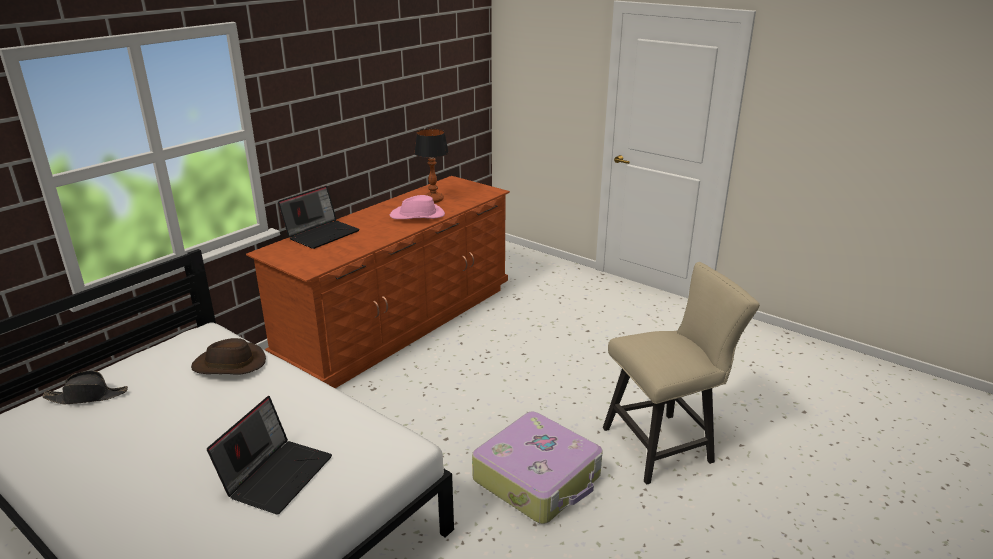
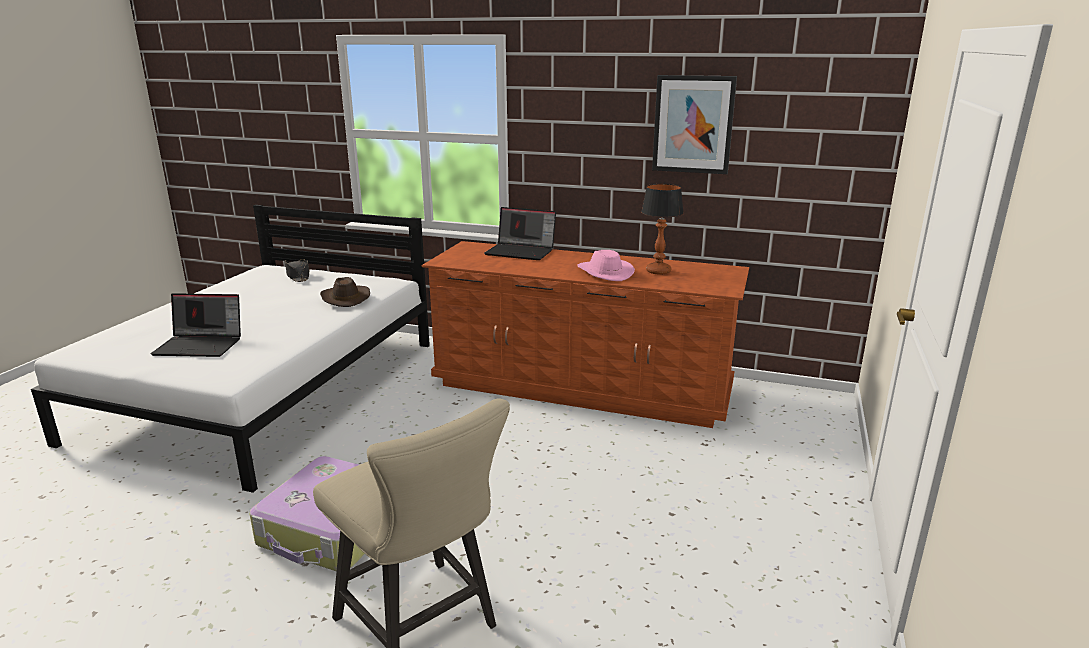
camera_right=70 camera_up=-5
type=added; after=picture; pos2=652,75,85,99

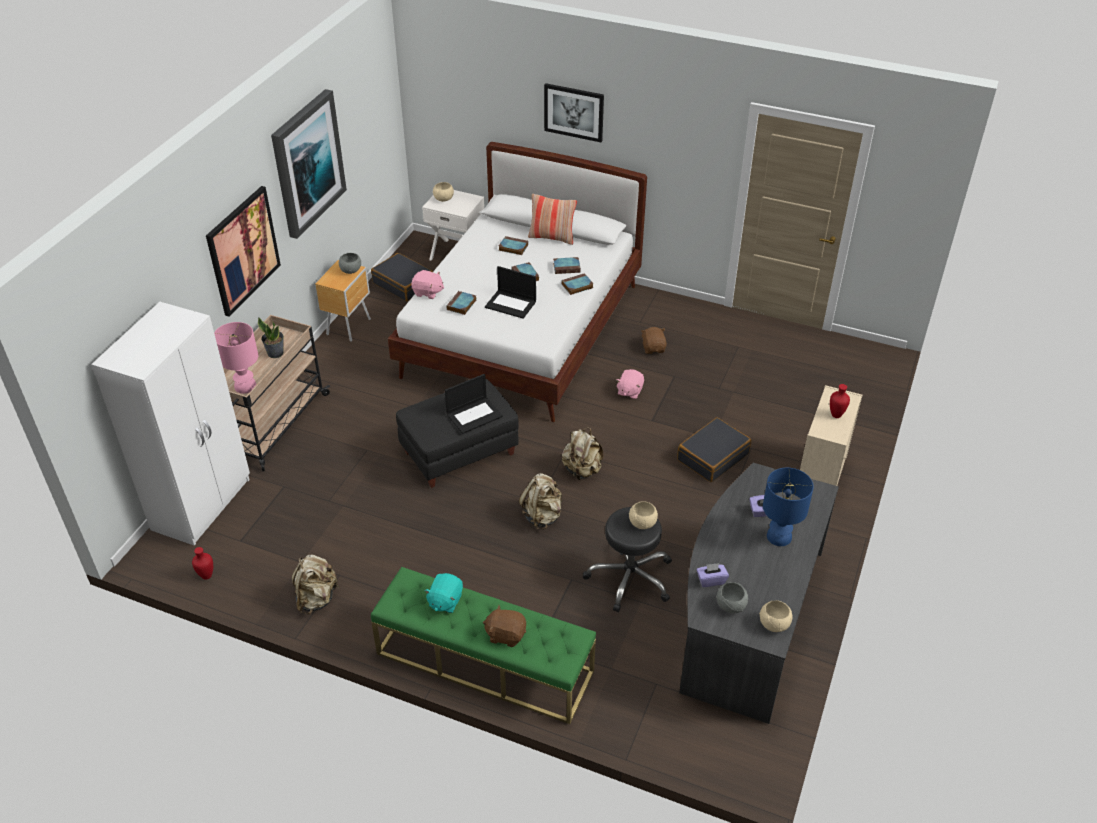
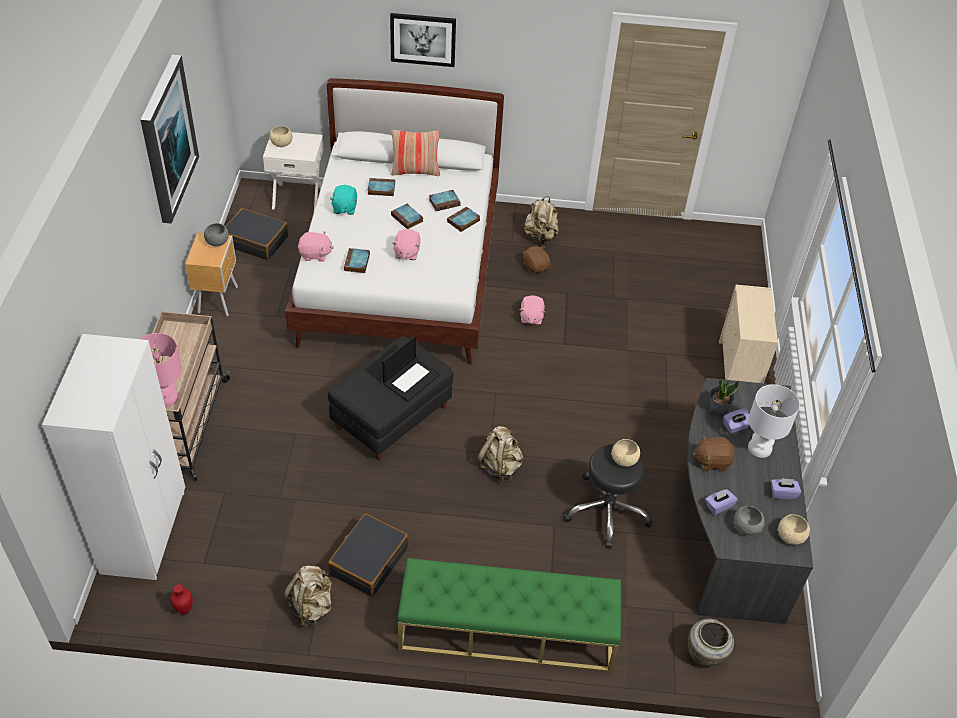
camera_right=-20 camera_up=5
type=removed; before=picture; pos1=206,186,75,130
type=moved; before=potted plant; pos1=258,317,26,41; pos2=709,379,30,38
type=moved; before=cuddly toy (blue-green); pos1=424,573,39,40; pos2=330,185,27,30
type=moved; before=cuddly toy (brownish); pos1=483,605,43,42; pos2=693,435,41,36
type=replaced; before=portable computer; after=cuddly toy (pinkish); pos1=485,266,51,53; pos2=392,229,29,31
type=moved; before=knapsack (beige); pos1=561,428,42,52; pos2=523,196,36,48
type=moved; before=piece of luggage (black); pos1=677,418,74,64; pos2=328,513,80,84
type=recoloured; before=table lamp (blue-coloured); after=table lamp (whitish); pos1=763,468,51,78; pos2=748,384,52,74
type=removed; before=flower vase (red); pos1=830,384,20,34
type=added; after=flower vase (beige); pos2=688,619,46,48
type=added; after=tissue box (purple-coloured); pos2=771,478,30,22

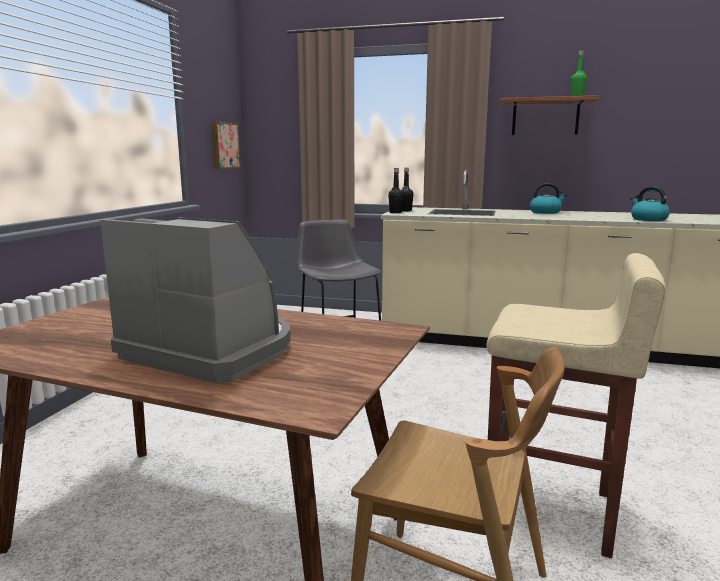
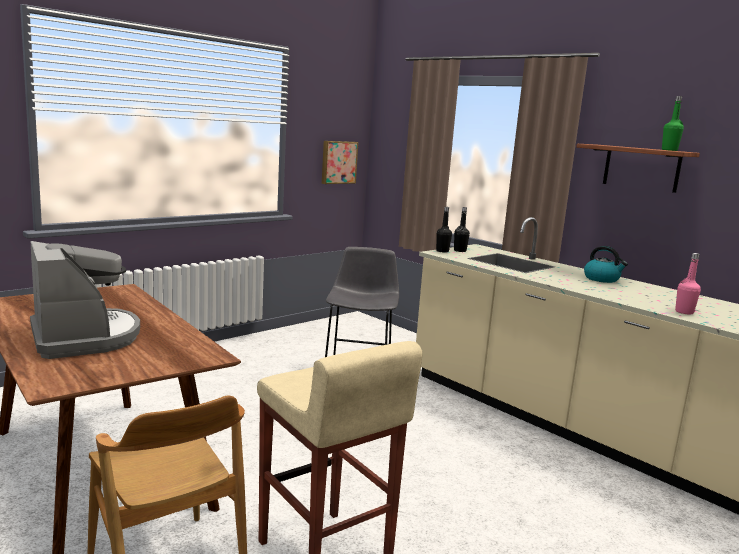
camera_right=30 camera_up=0
type=replaced; before=kettle; after=bottle (pinkish); pos1=630,187,40,34; pos2=675,253,26,61

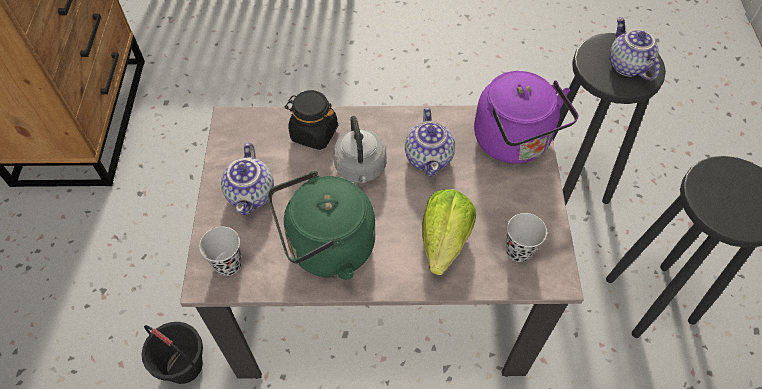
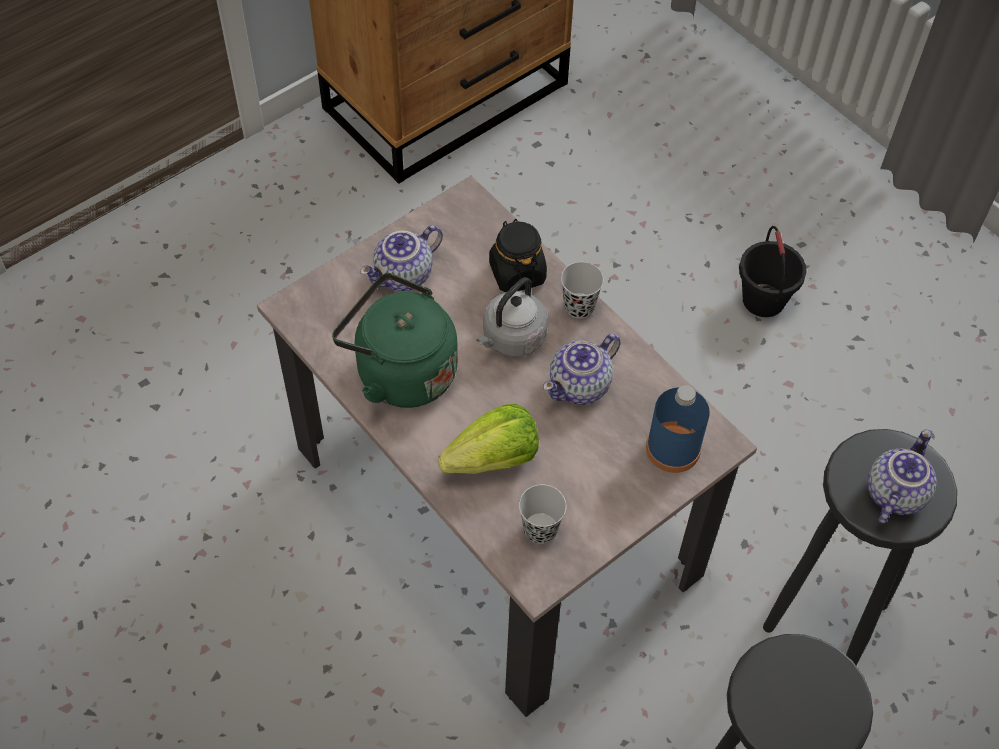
camera_right=50 camera_up=0
type=moved; before=bucket (black); pos1=141,322,62,62; pos2=739,226,67,91
type=moved; before=small cup (black); pos1=199,226,43,50; pos2=561,262,43,57
type=replaced; before=kettle (purple-coloured); after=bottle (blue-coloured); pos1=474,71,104,93; pos2=646,385,64,88

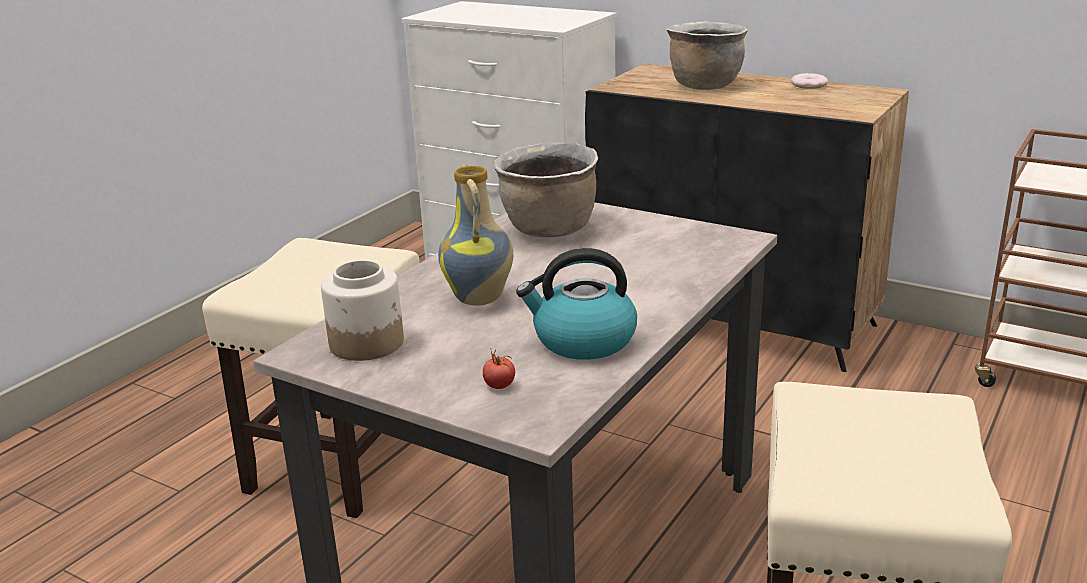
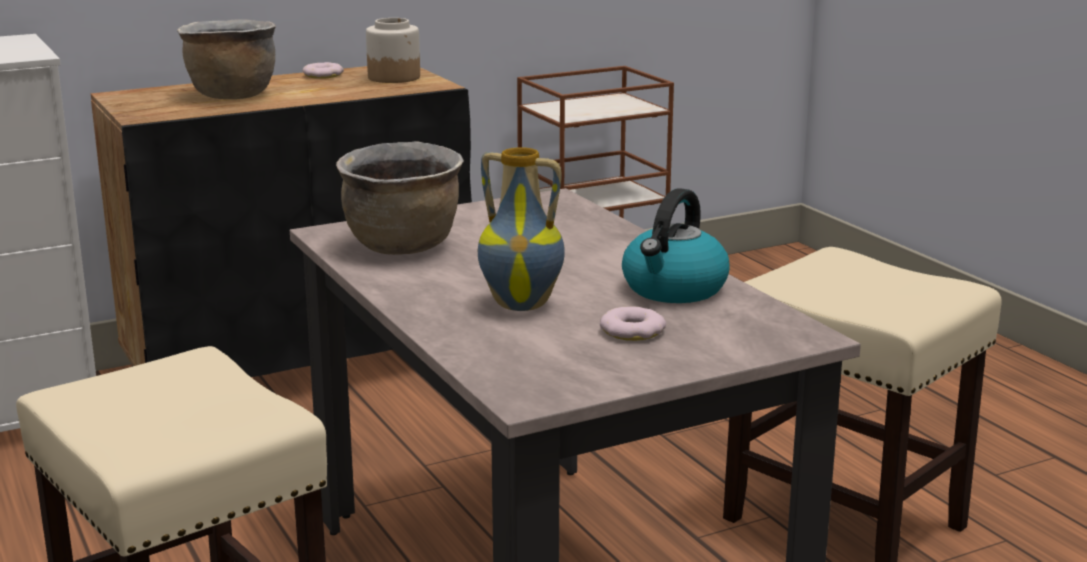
camera_right=-60 camera_up=-5
type=moved; before=storage jar; pos1=321,260,83,101; pos2=366,18,54,65
type=removed; before=fresh tomato; pos1=483,350,32,39
type=added; after=ring doughnut; pos2=600,306,66,35

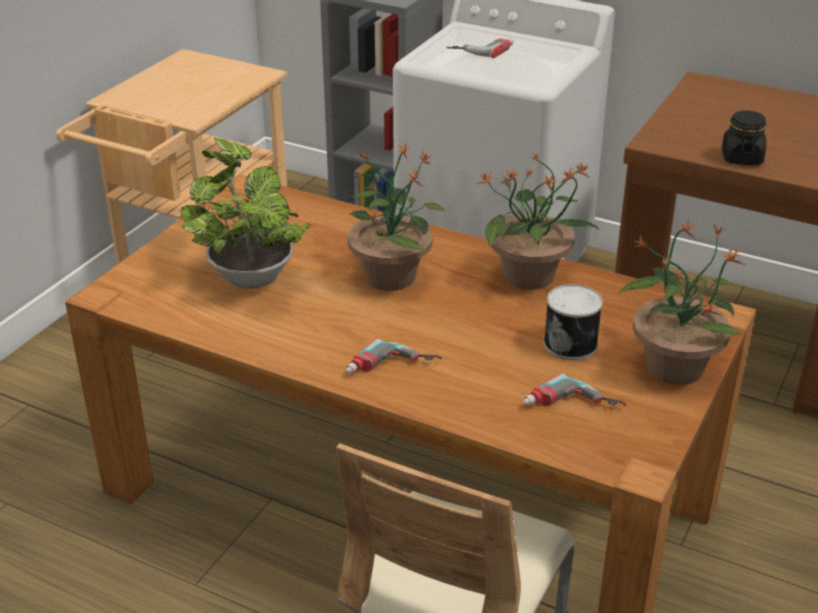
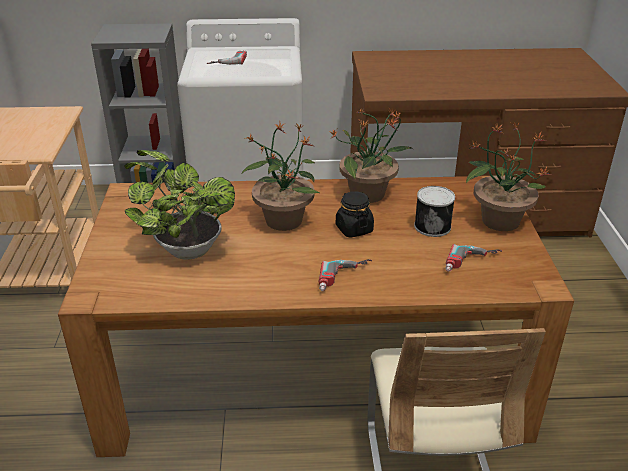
camera_right=-30 camera_up=0
type=moved; before=storage jar (black); pos1=722,110,44,55; pos2=336,191,38,47

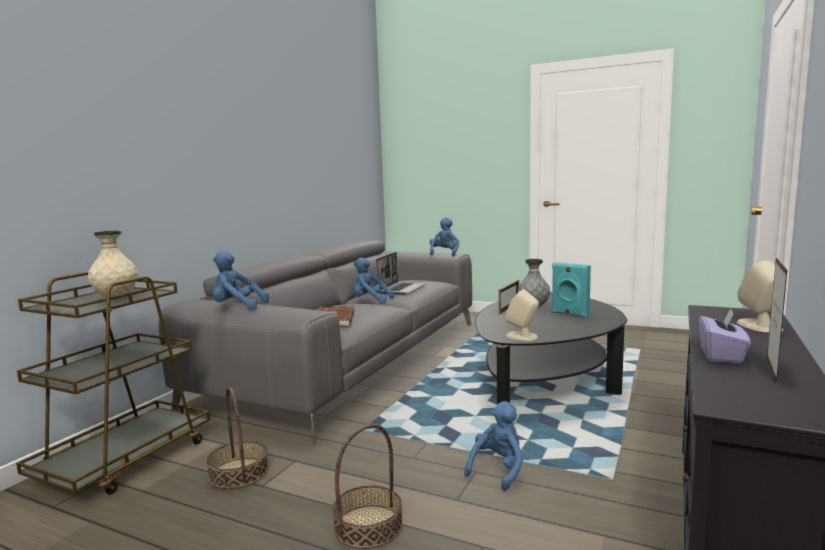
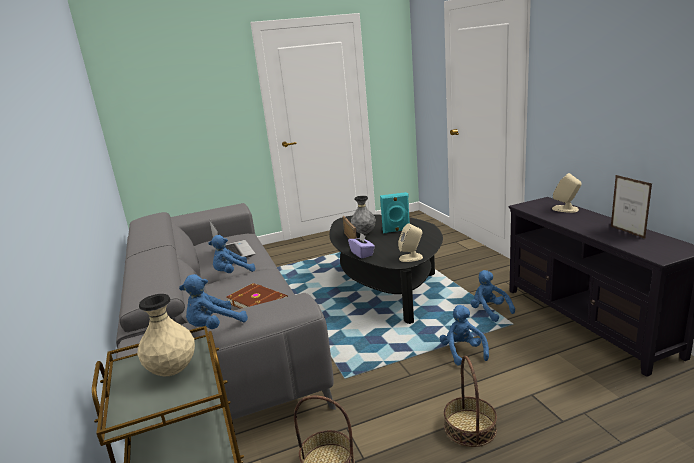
camera_right=-45 camera_up=10
type=moved; before=cuddly toy (blue-coloured); pos1=430,217,29,40; pos2=470,270,45,52
type=moved; before=tissue box (purple-coloured); pos1=699,308,52,55; pos2=348,233,27,25

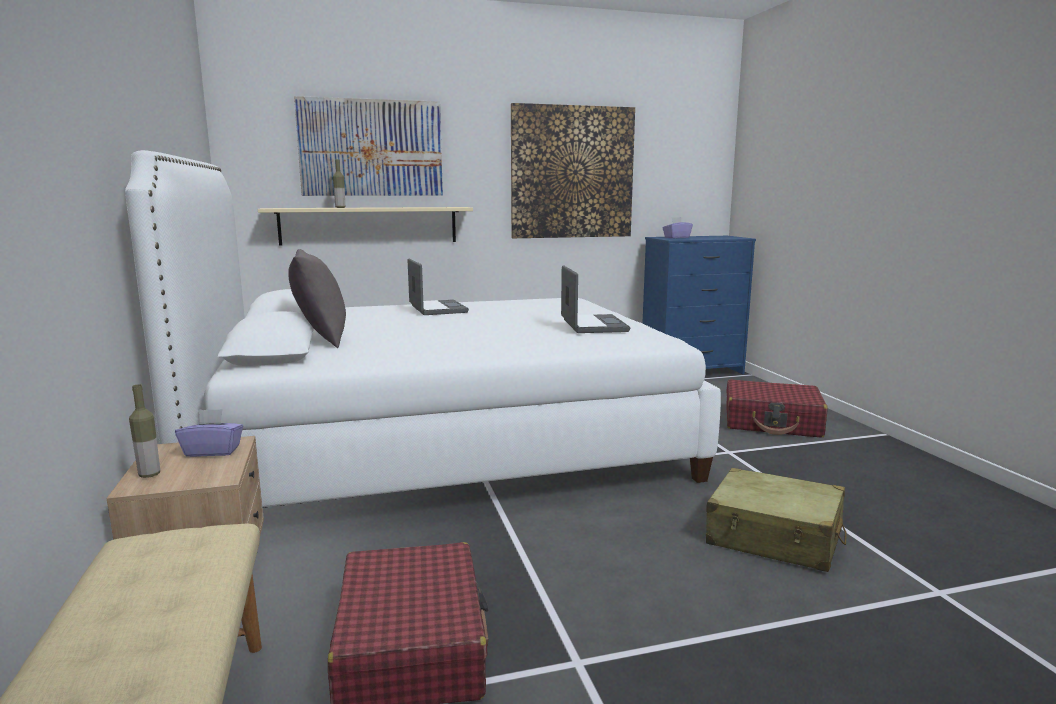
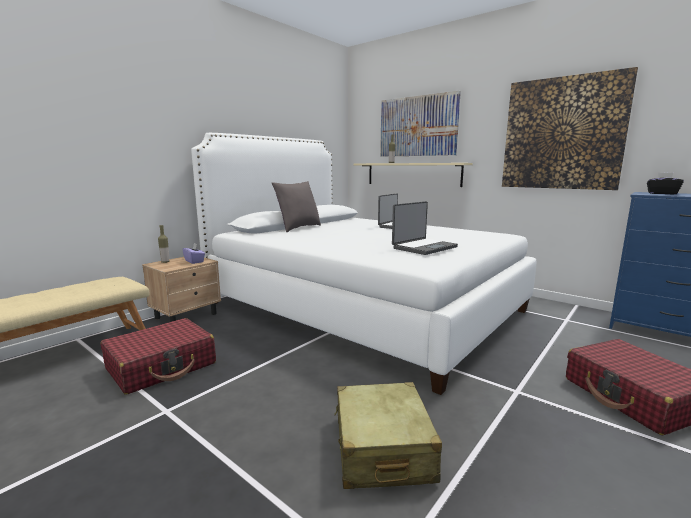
camera_right=55 camera_up=0
type=recoloured; before=tissue box (purple-coloured); after=tissue box (black); pos1=662,217,31,21; pos2=647,173,37,21

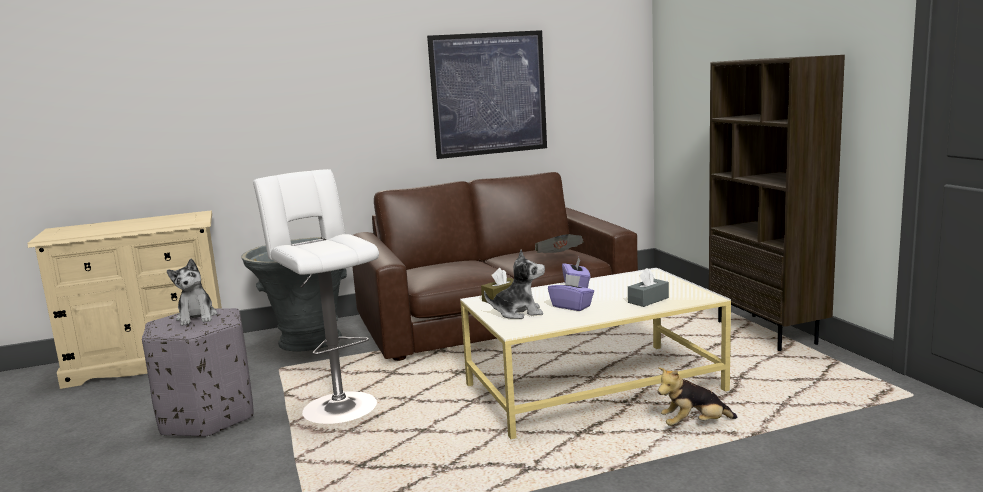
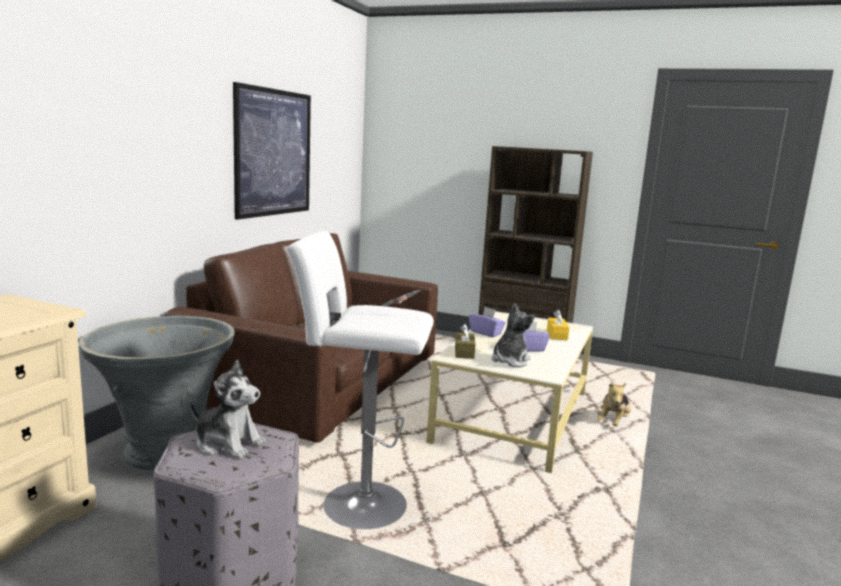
camera_right=-50 camera_up=0
type=recoloured; before=tissue box (grey); after=tissue box (yellow-coloured); pos1=628,268,41,39; pos2=547,309,22,31

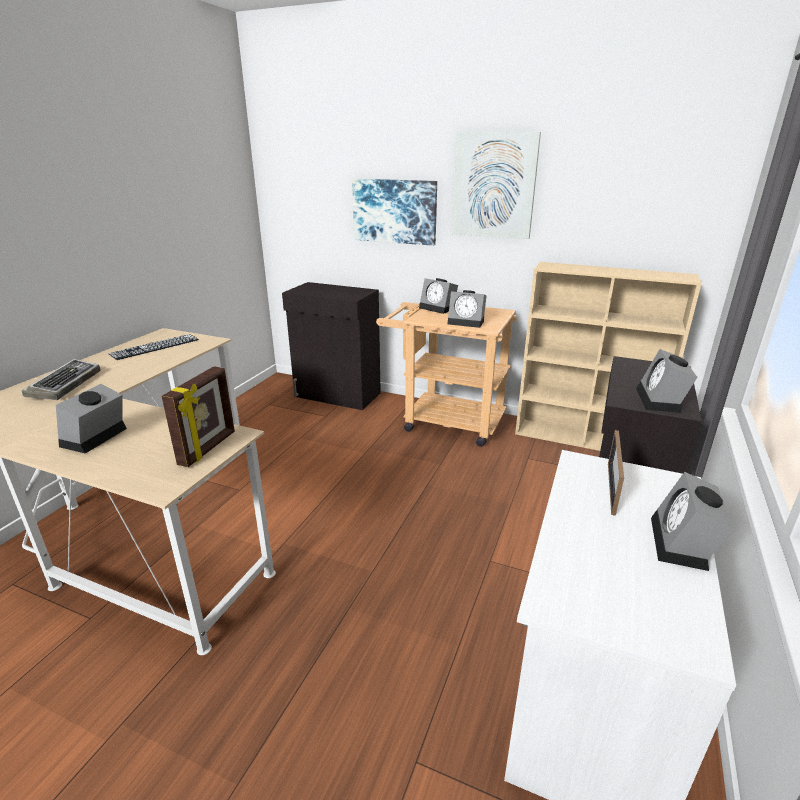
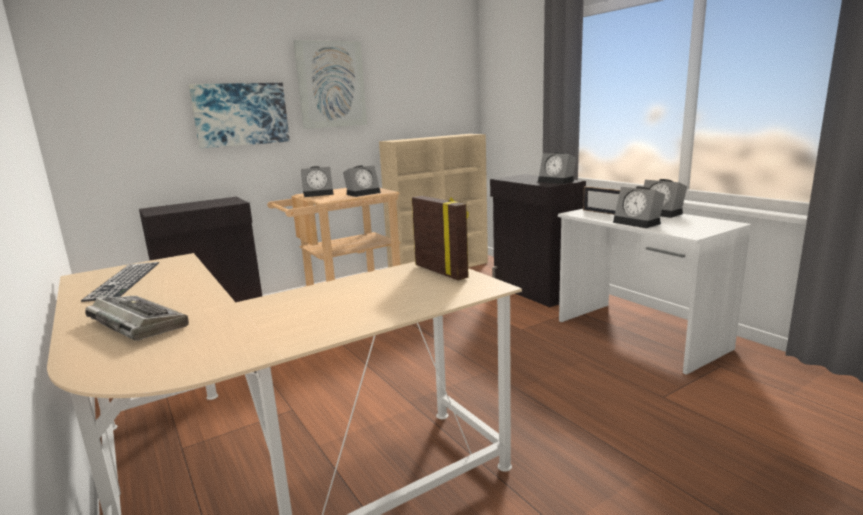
camera_right=-55 camera_up=-10
type=moved; before=bedside clock; pos1=56,384,71,69; pos2=613,186,53,42

